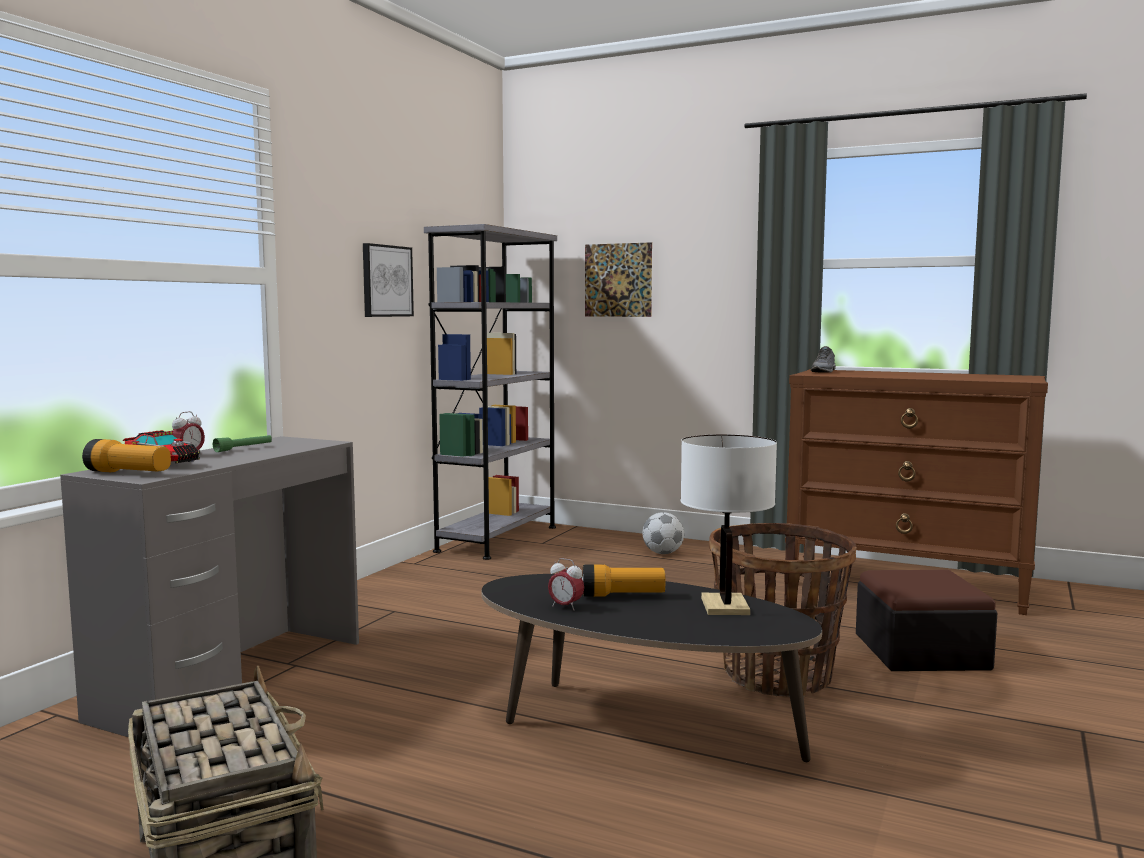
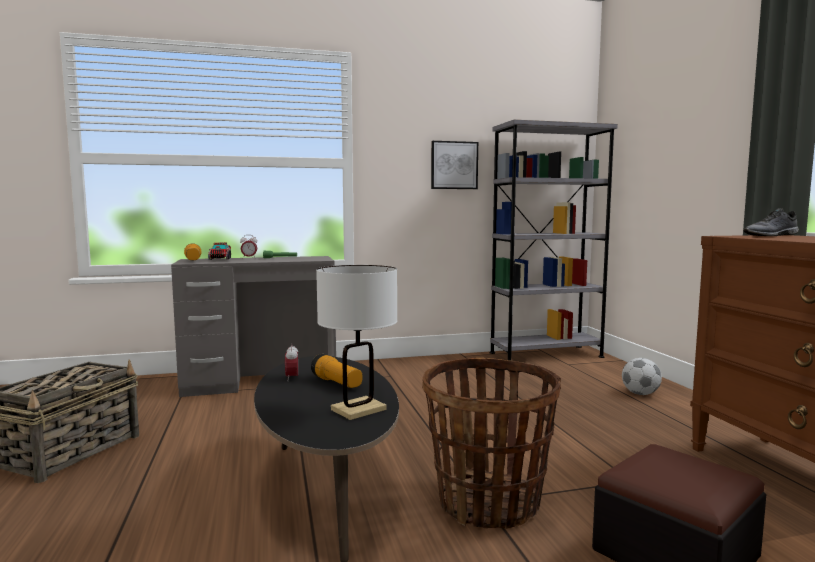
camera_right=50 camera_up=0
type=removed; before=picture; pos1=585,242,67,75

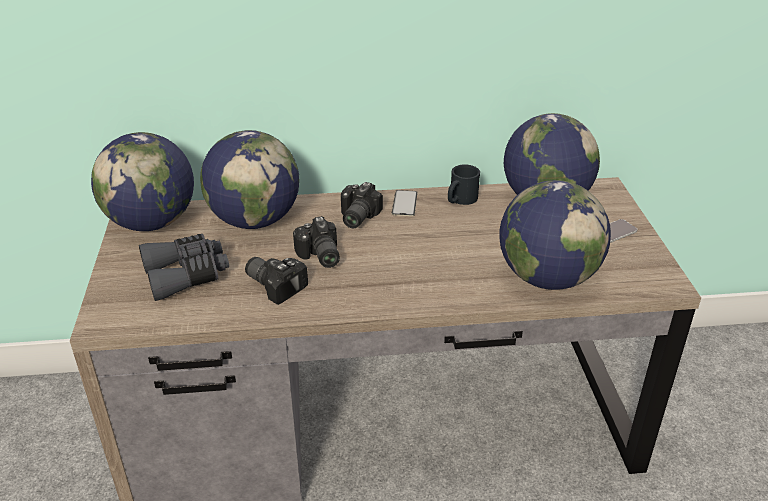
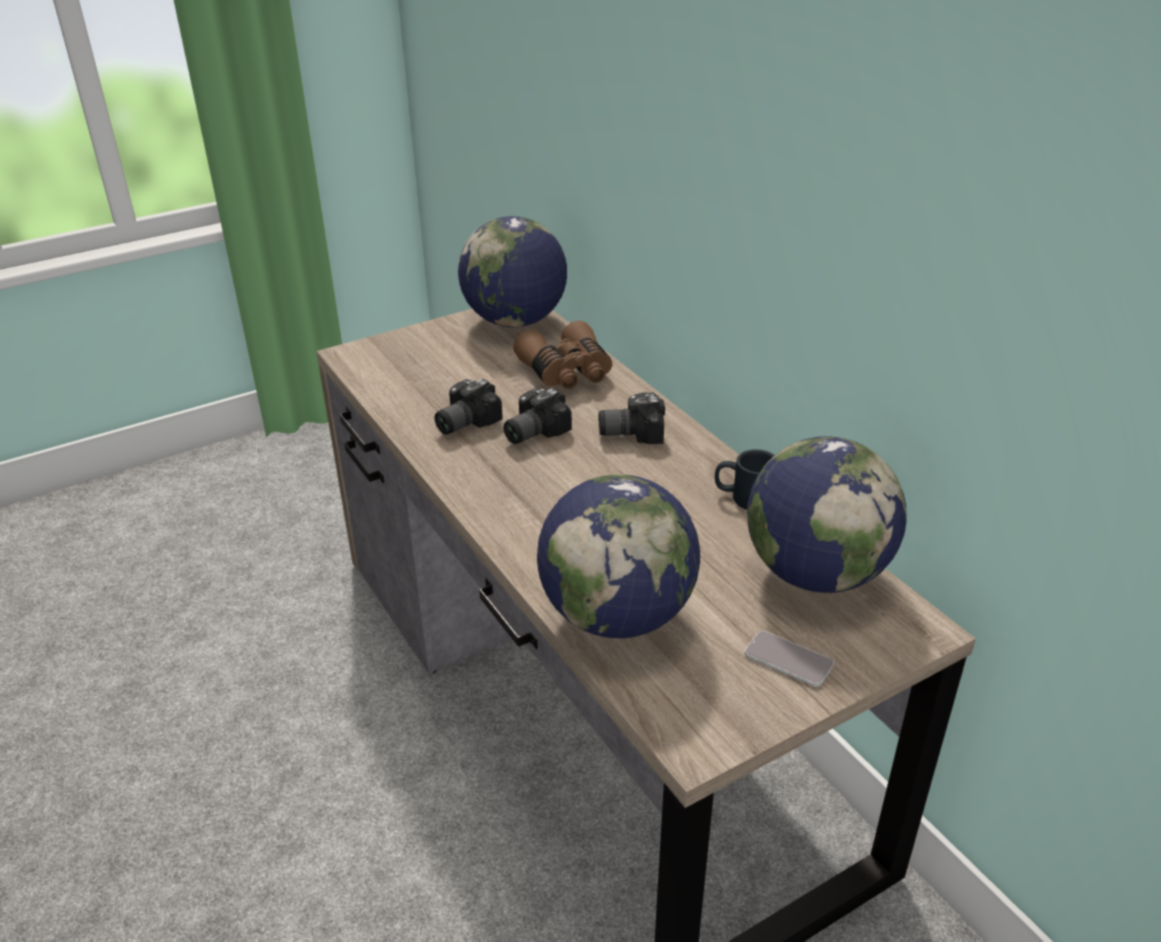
camera_right=65 camera_up=0
type=removed; before=field glasses (grey); pos1=139,234,90,67
type=replaced; before=world globe; after=field glasses (brownish); pos1=200,130,99,99; pos2=513,321,99,68
type=turned; before=photo camera; pos1=245,257,63,48; pos2=434,379,69,56; turn=-150
type=removed; before=handset; pos1=392,190,26,26

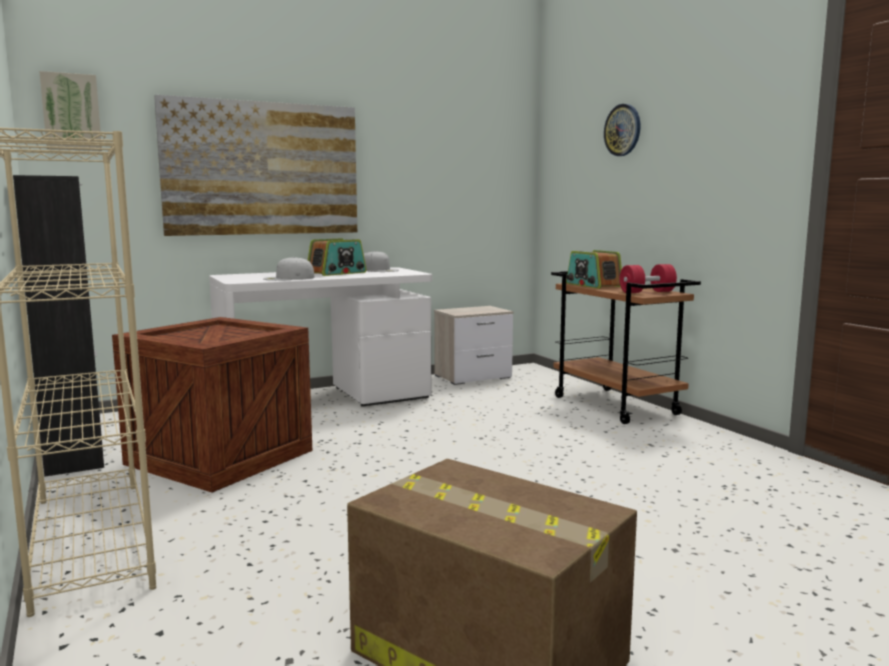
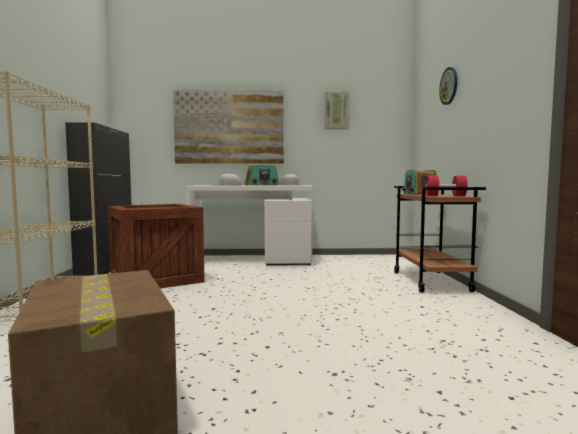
camera_right=25 camera_up=-5
type=moved; before=picture; pos1=39,71,63,80; pos2=324,92,26,37
type=removed; before=nightstand; pos1=434,306,80,79

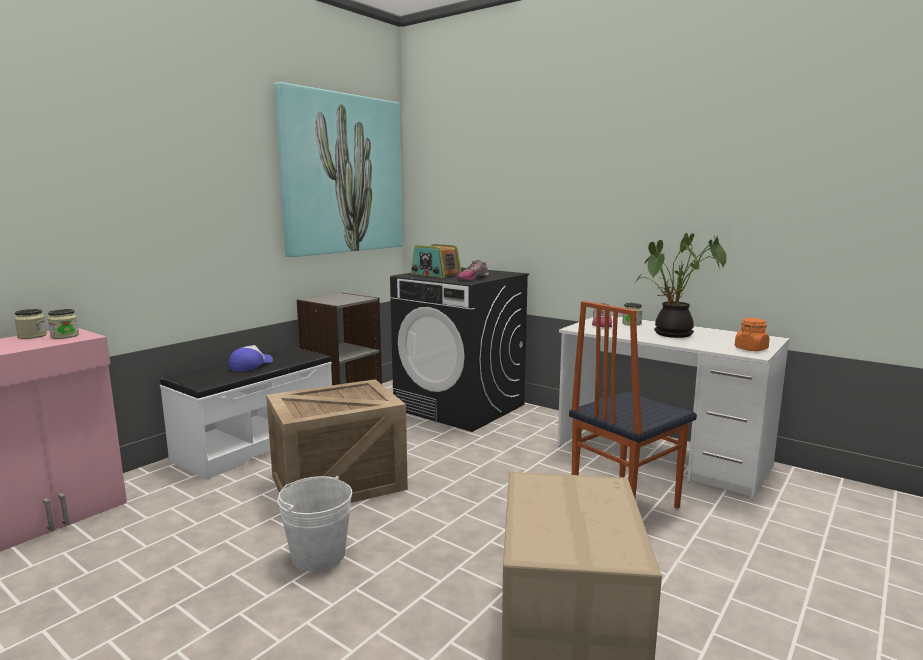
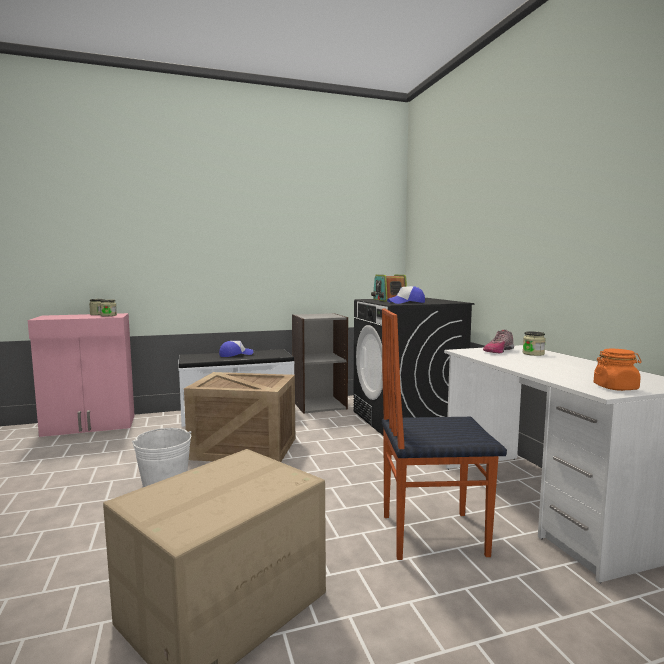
camera_right=35 camera_up=-5
type=removed; before=picture; pos1=274,82,129,175
type=replaced; before=shoe; after=cap; pos1=457,260,32,20; pos2=387,286,38,18
type=removed; before=potted plant; pos1=635,233,92,105

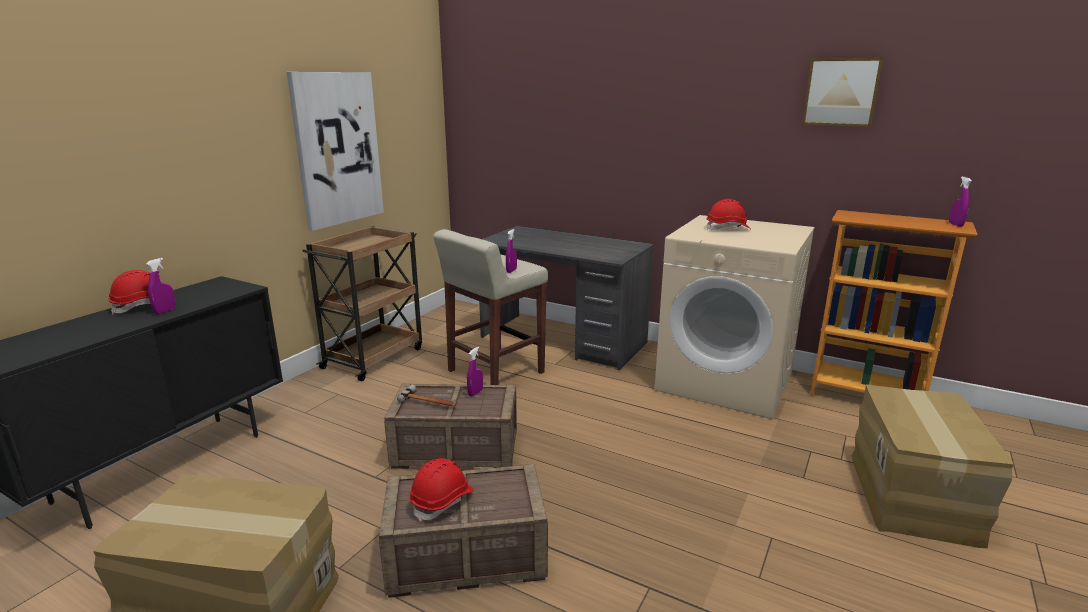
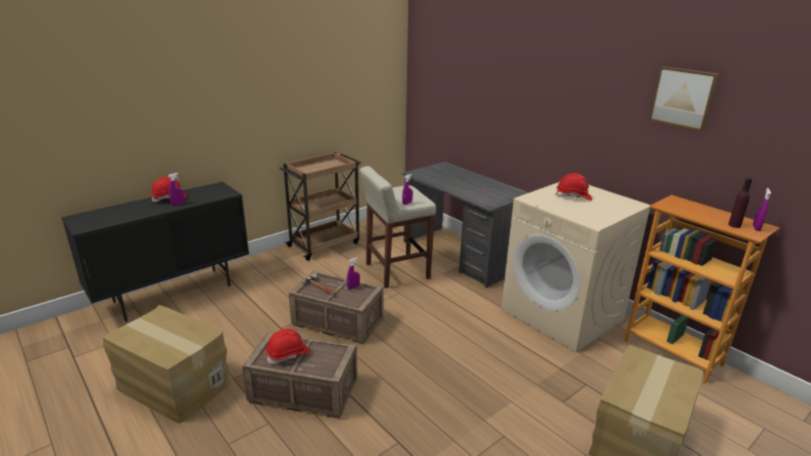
camera_right=20 camera_up=5
type=removed; before=picture; pos1=287,72,97,159
type=added; after=bottle (purple-coloured); pos2=728,178,24,50

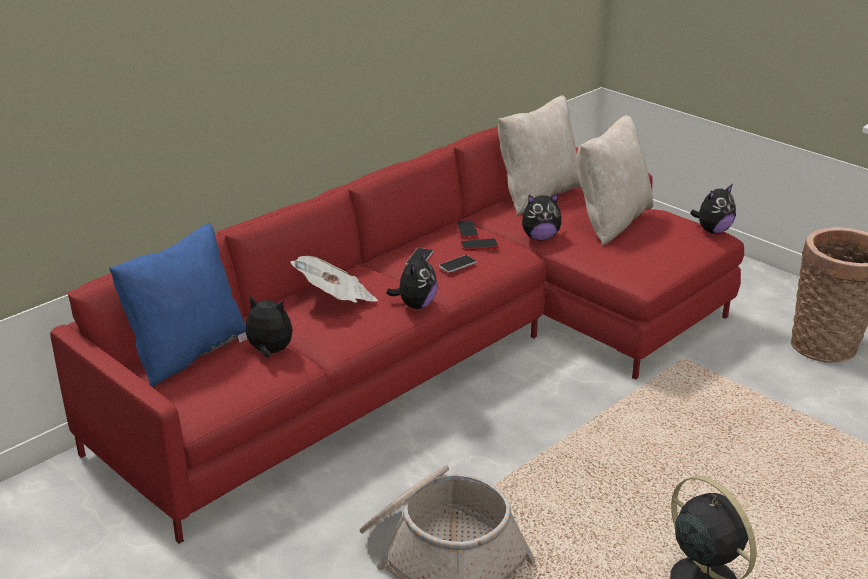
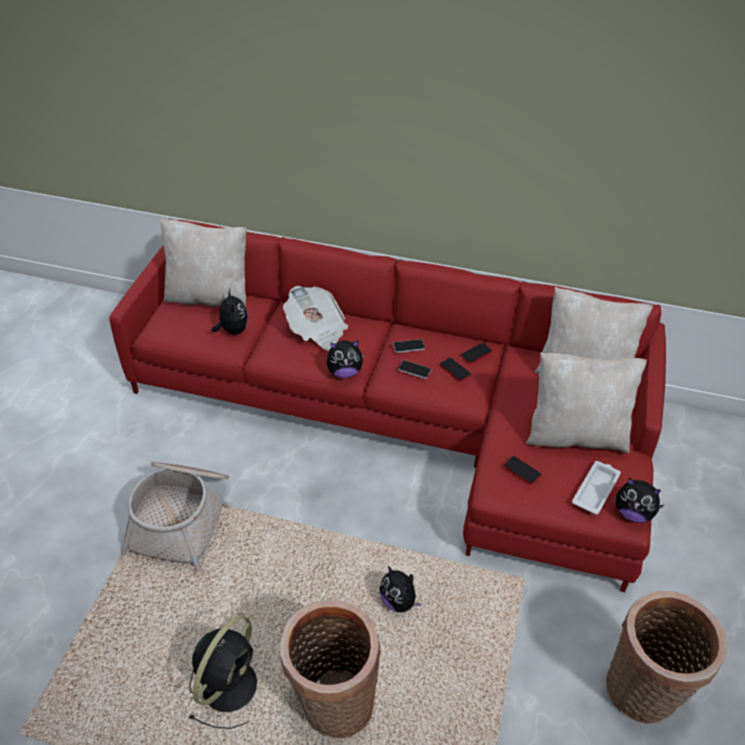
camera_right=60 camera_up=15
type=recoloured; before=pillow (blue-coloured); after=pillow (beige); pos1=109,223,137,164; pos2=161,218,86,89
type=moved; before=cuddly toy; pos1=522,193,40,48; pos2=380,566,42,46
type=added; after=basket; pos2=280,600,101,138
type=added; after=handset; pos2=504,456,37,29
type=added; after=tray (whitish); pos2=572,461,49,54

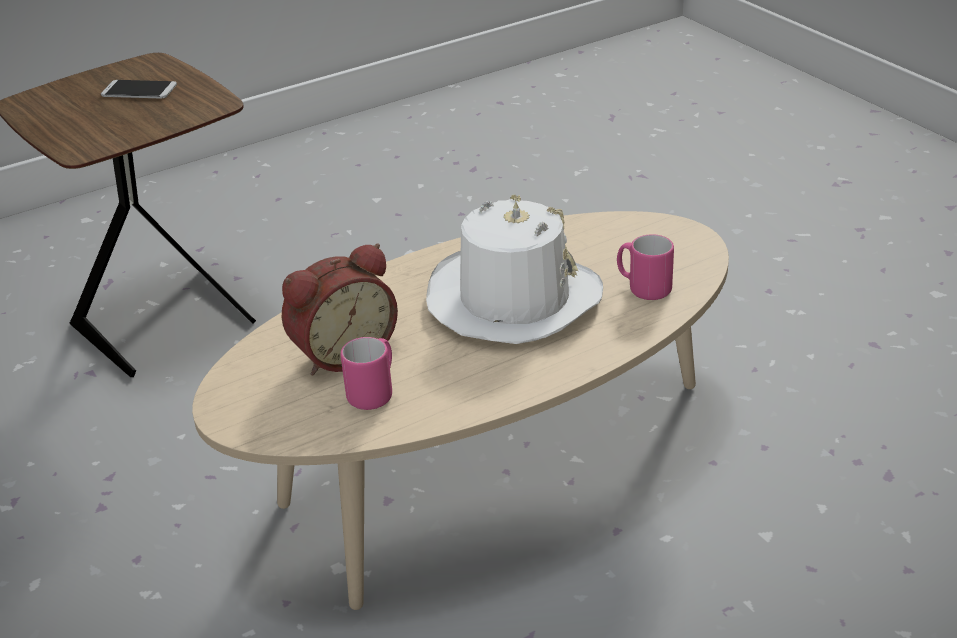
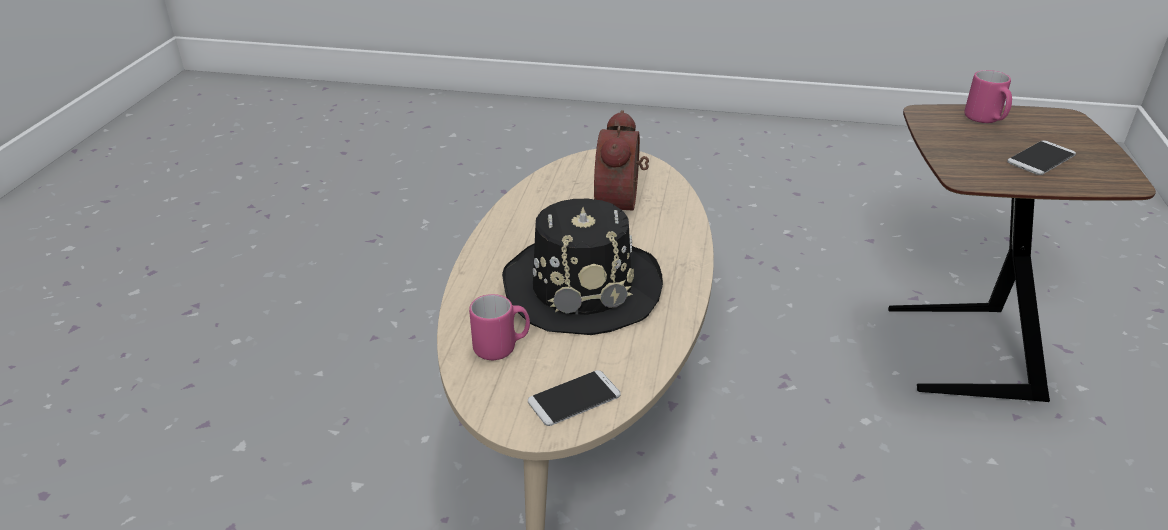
camera_right=130 camera_up=0
type=moved; before=coffee mug (pinkish); pos1=341,337,51,73; pos2=964,70,48,53
type=recoloured; before=wearable hat (whitish); after=wearable hat (black); pos1=426,194,177,150; pos2=502,199,161,136
type=added; after=handset; pos2=528,370,93,56

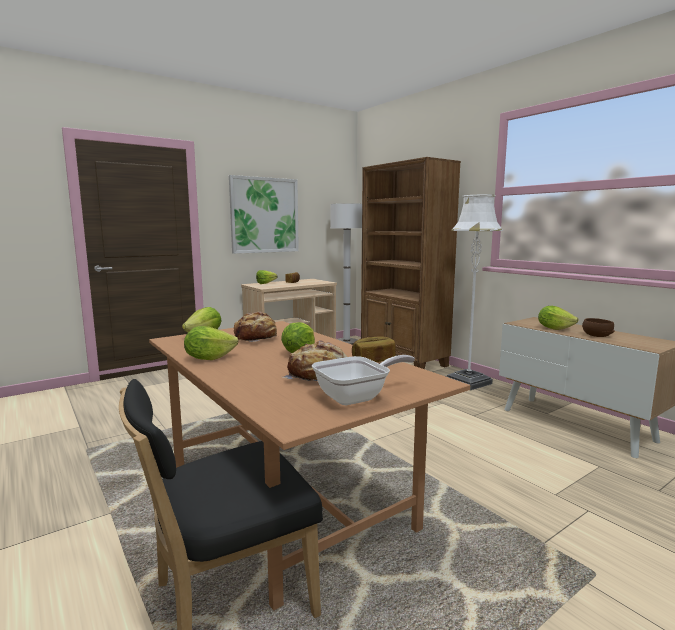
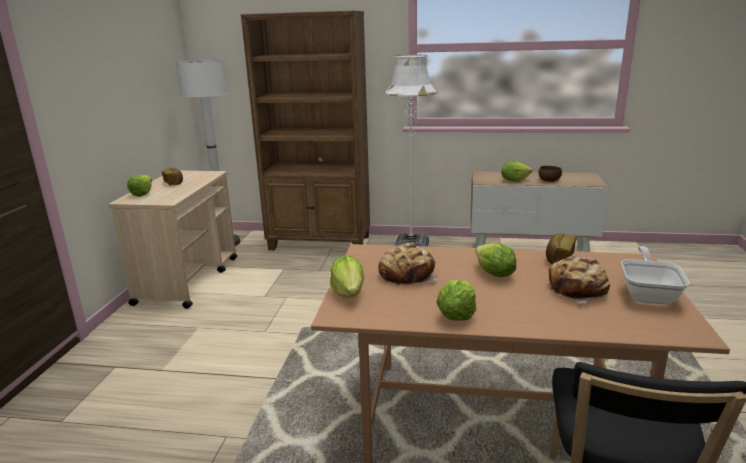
camera_right=-45 camera_up=10
type=removed; before=picture; pos1=229,175,70,79

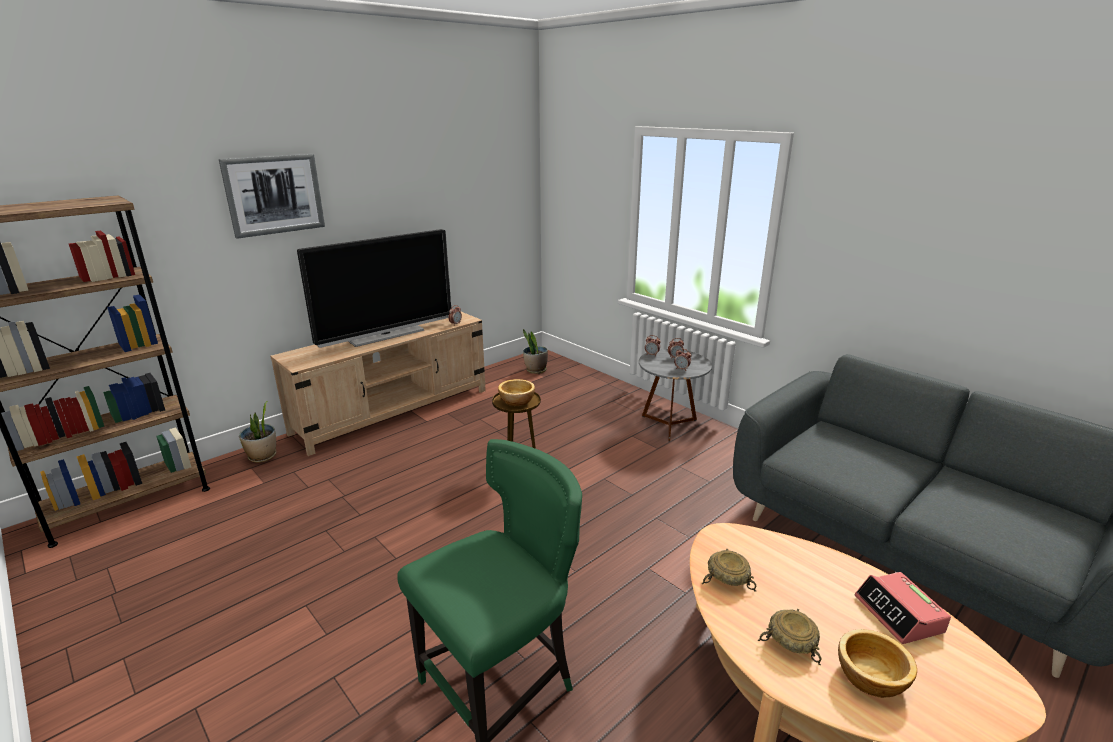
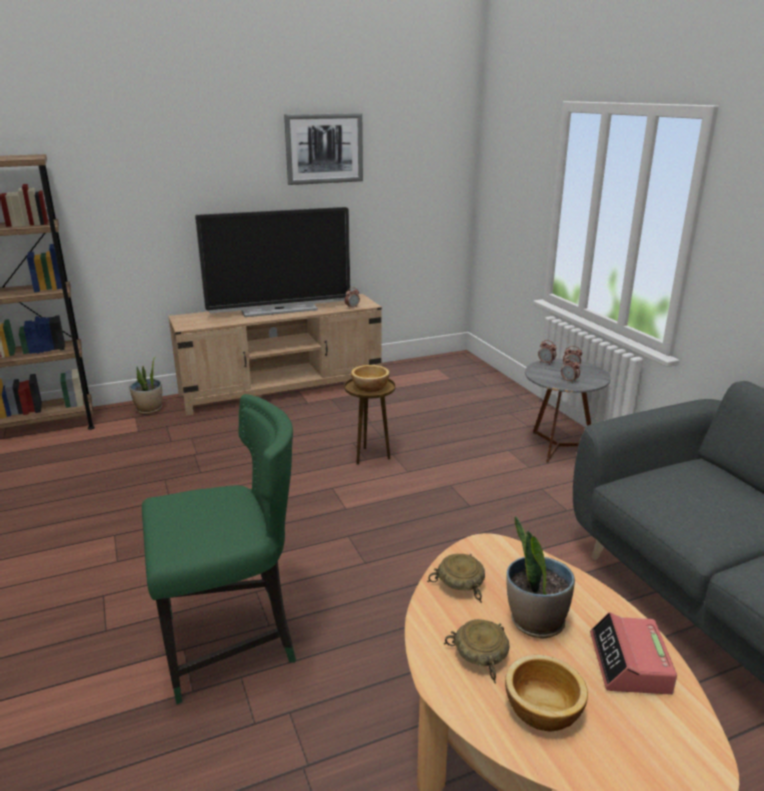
camera_right=20 camera_up=0
type=moved; before=picture; pos1=219,154,106,85; pos2=284,113,79,72
type=moved; before=potted plant; pos1=523,329,25,45; pos2=506,516,69,123

